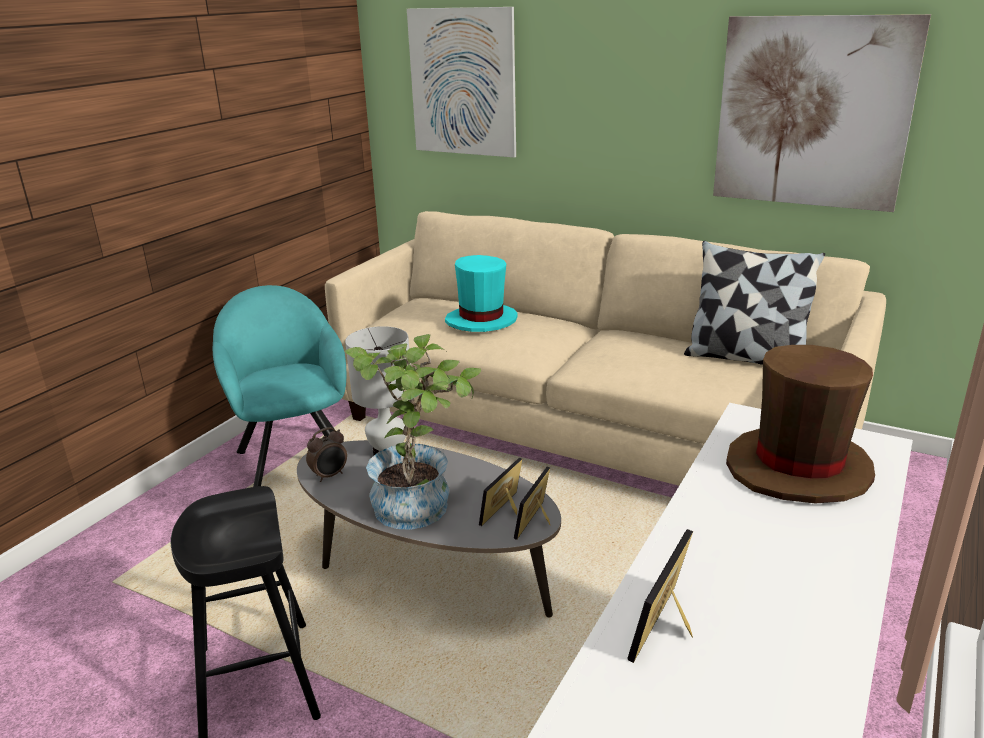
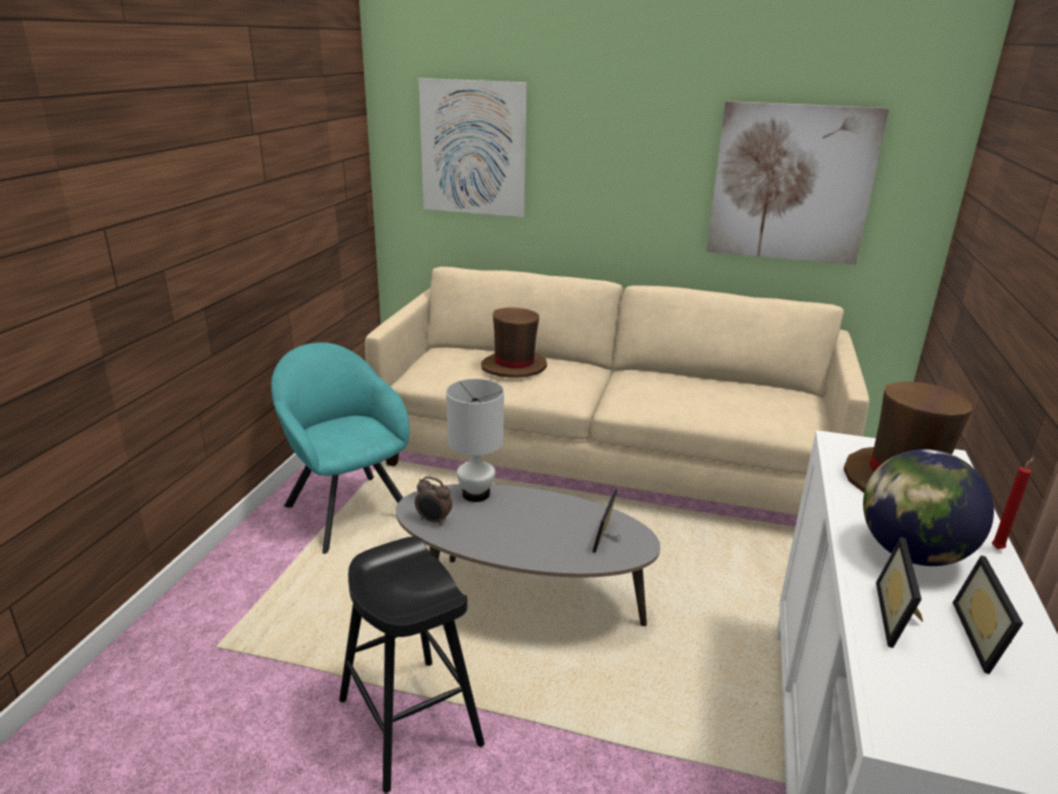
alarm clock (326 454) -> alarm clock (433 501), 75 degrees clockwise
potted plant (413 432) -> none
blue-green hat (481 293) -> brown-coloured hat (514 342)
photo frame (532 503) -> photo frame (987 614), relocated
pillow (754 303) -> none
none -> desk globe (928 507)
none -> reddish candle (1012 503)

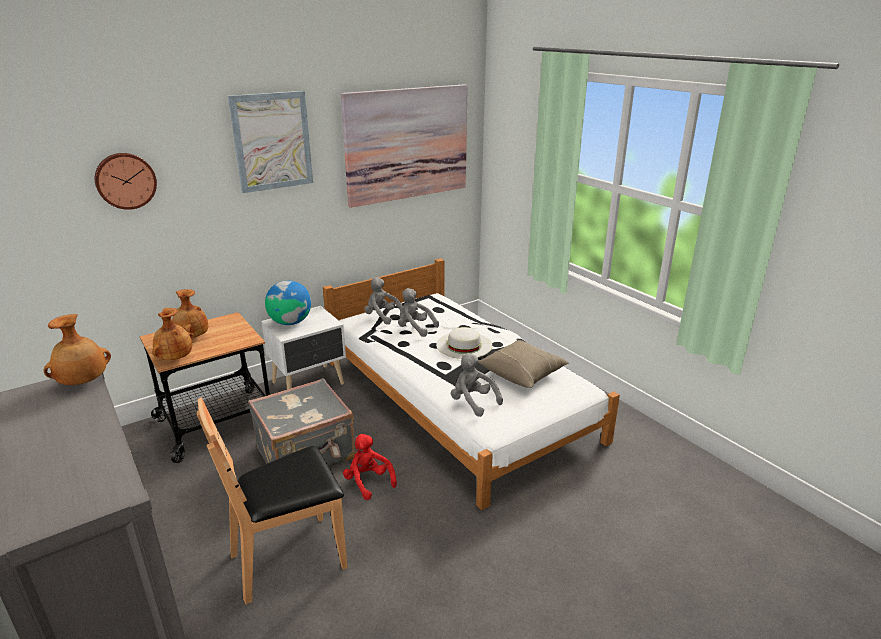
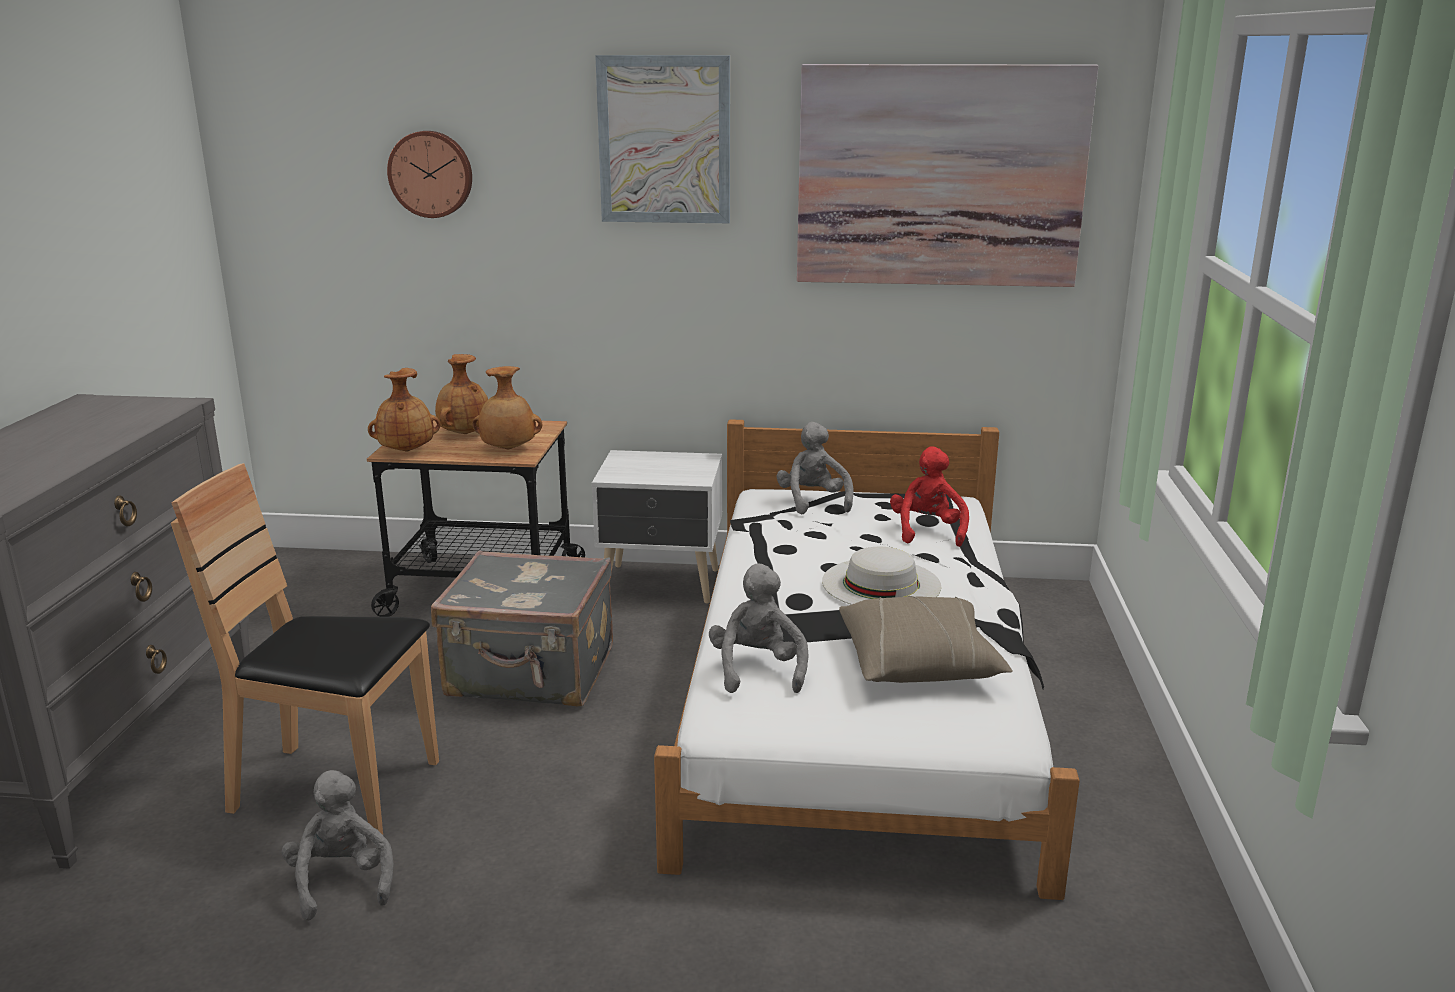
brown-coloured flower vase (77 349) -> brown-coloured flower vase (507 408), relocated
desk globe (288 303) -> none
reddish soft toy (370 467) -> reddish soft toy (929 496), relocated
greyish soft toy (418 312) -> greyish soft toy (338 845), relocated

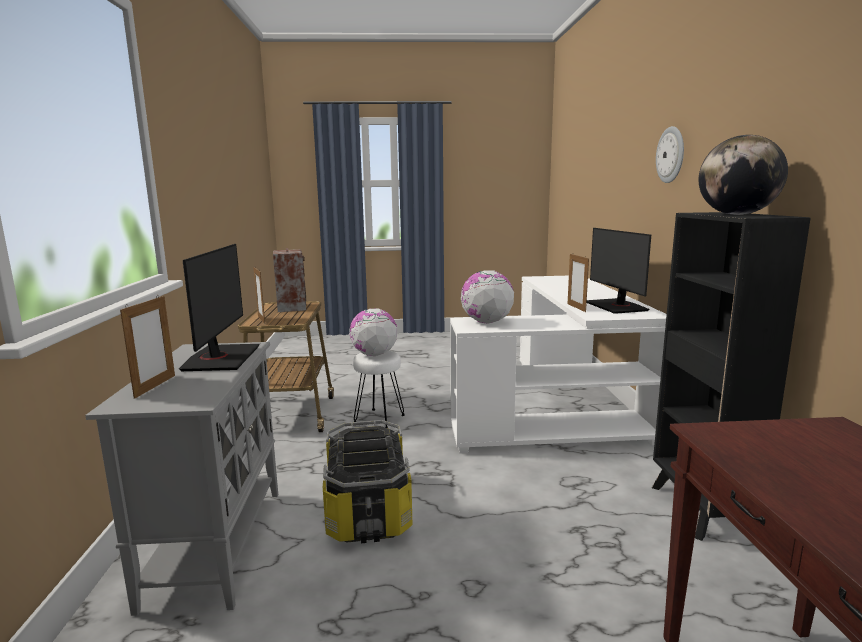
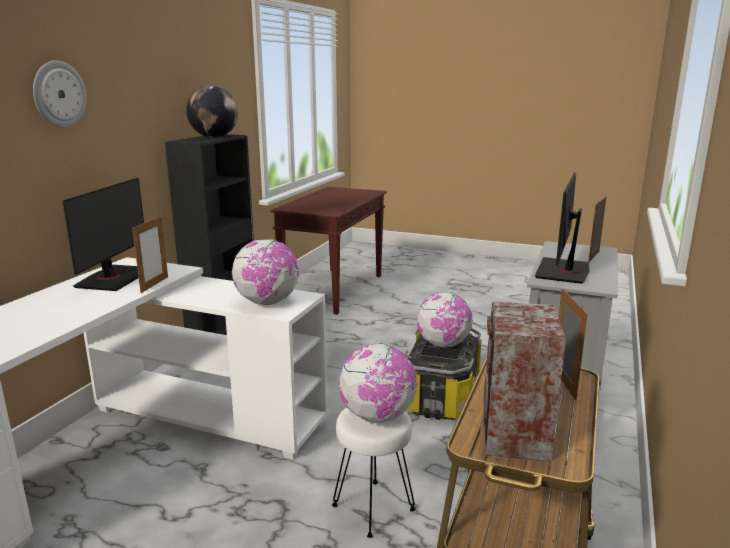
none -> desk globe (445 320)

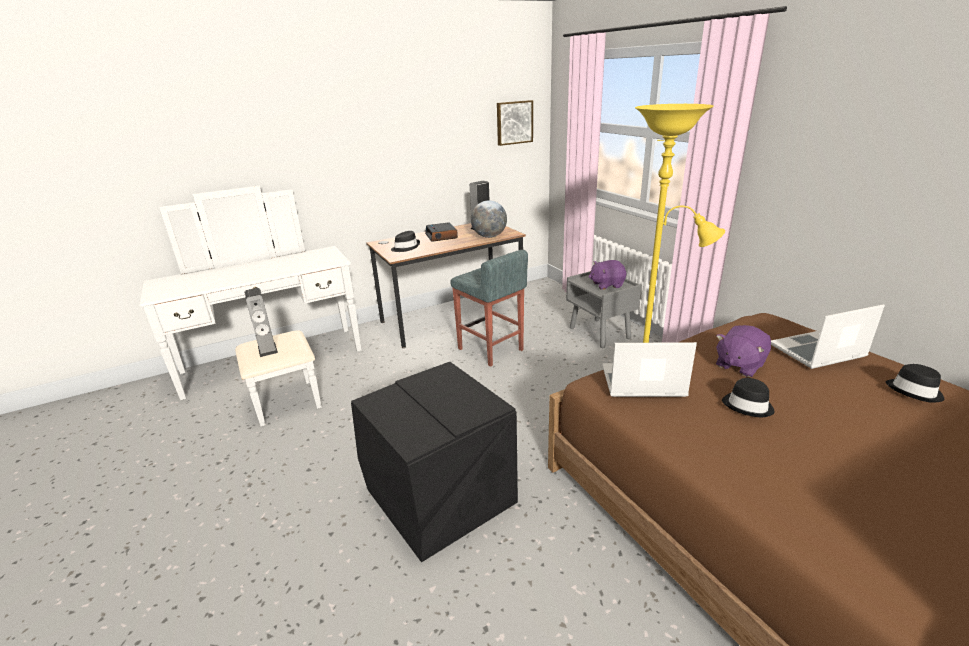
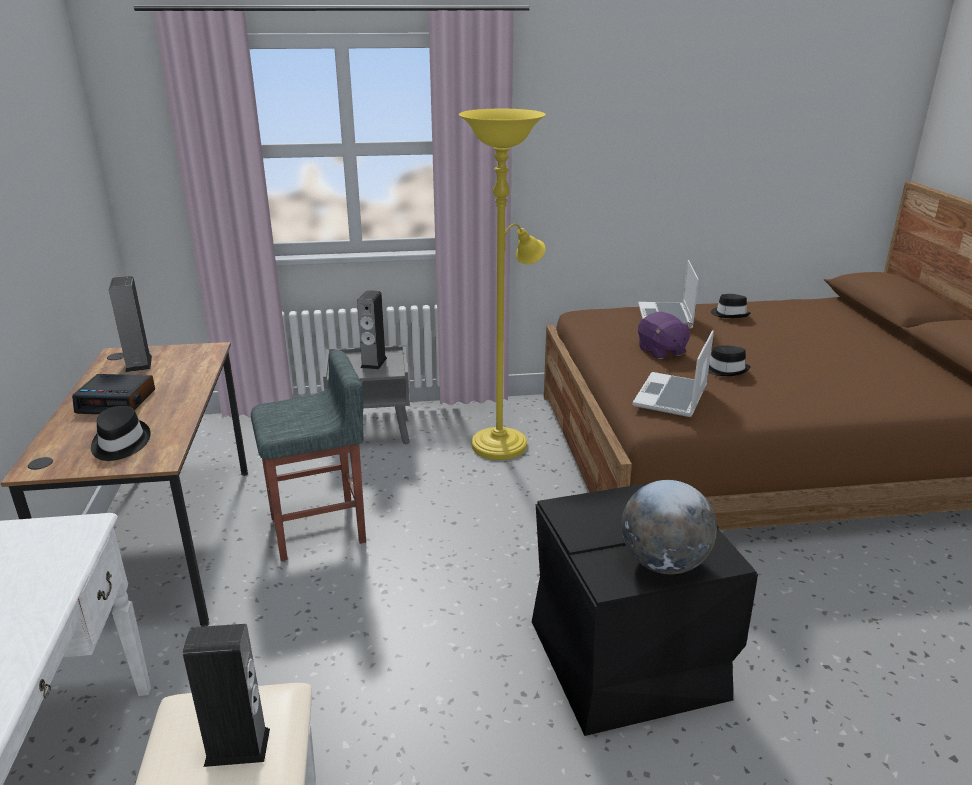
desk globe (489 219) -> desk globe (669 527), relocated
picture (515 123) -> none
purplish soft toy (607 275) -> audio speaker (372 330)

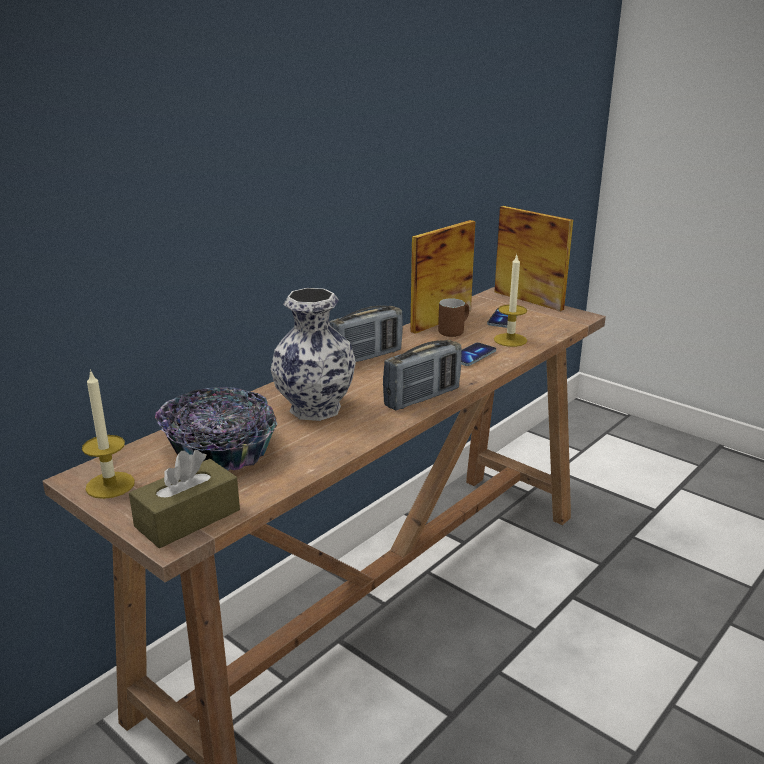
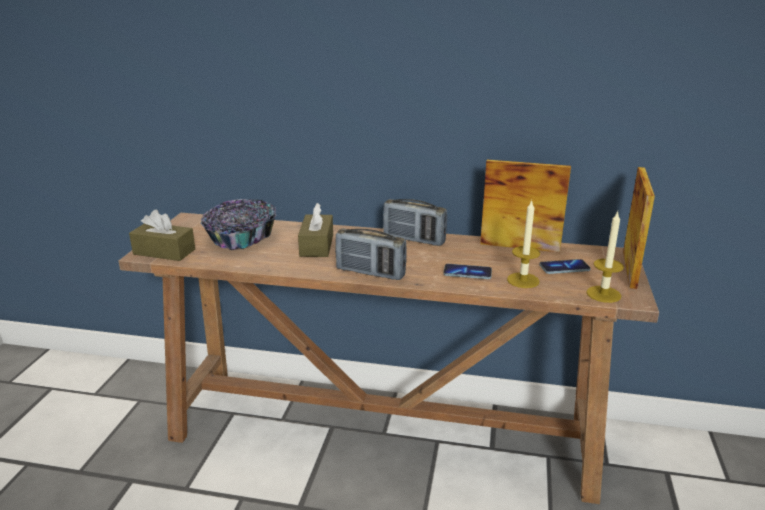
candle (108 434) -> candle (605 257), relocated
flower vase (313 354) -> brown-coloured tissue box (315 230)
brown-coloured mug (453 317) -> none

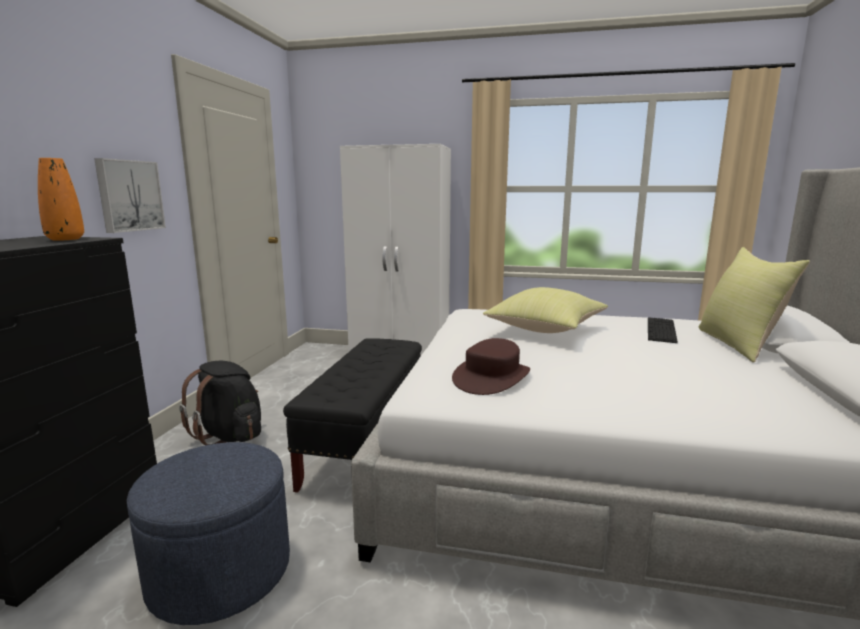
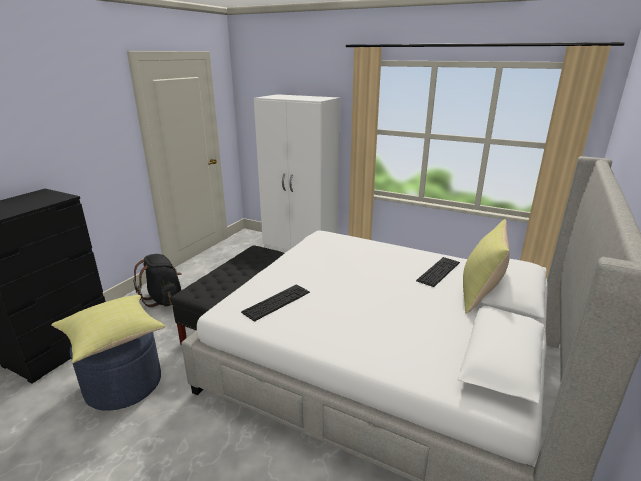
orangey flower vase (61 199) -> none
picture (130 195) -> none
brown-coloured hat (491 366) -> keyboard (275 303)
yellow-coloured pillow (545 310) -> yellow-coloured pillow (108 329), relocated

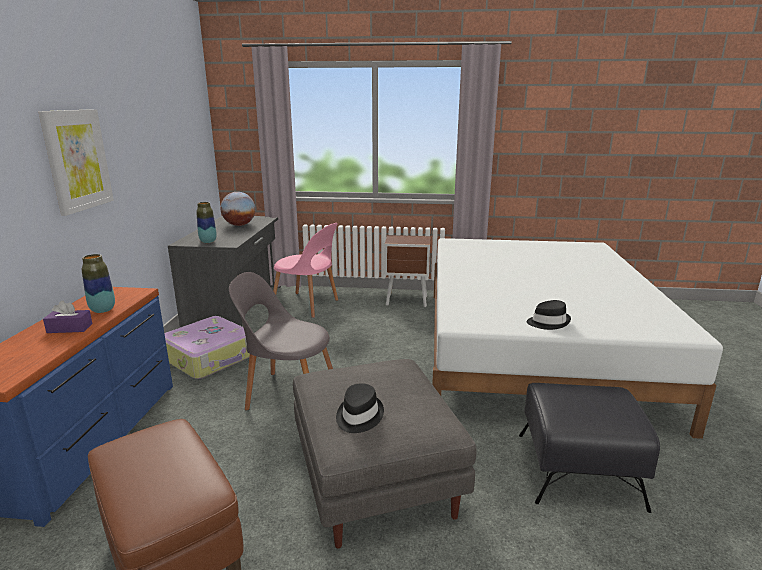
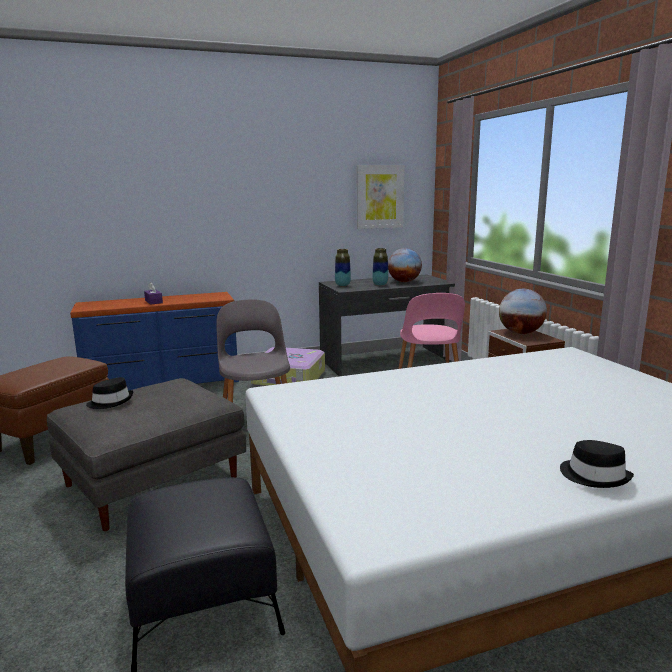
picture (76 162) -> picture (381 197), relocated
flower vase (98 283) -> flower vase (380 267), relocated
black-coloured hat (549 315) -> black-coloured hat (597 464), relocated
none -> desk globe (523 311)

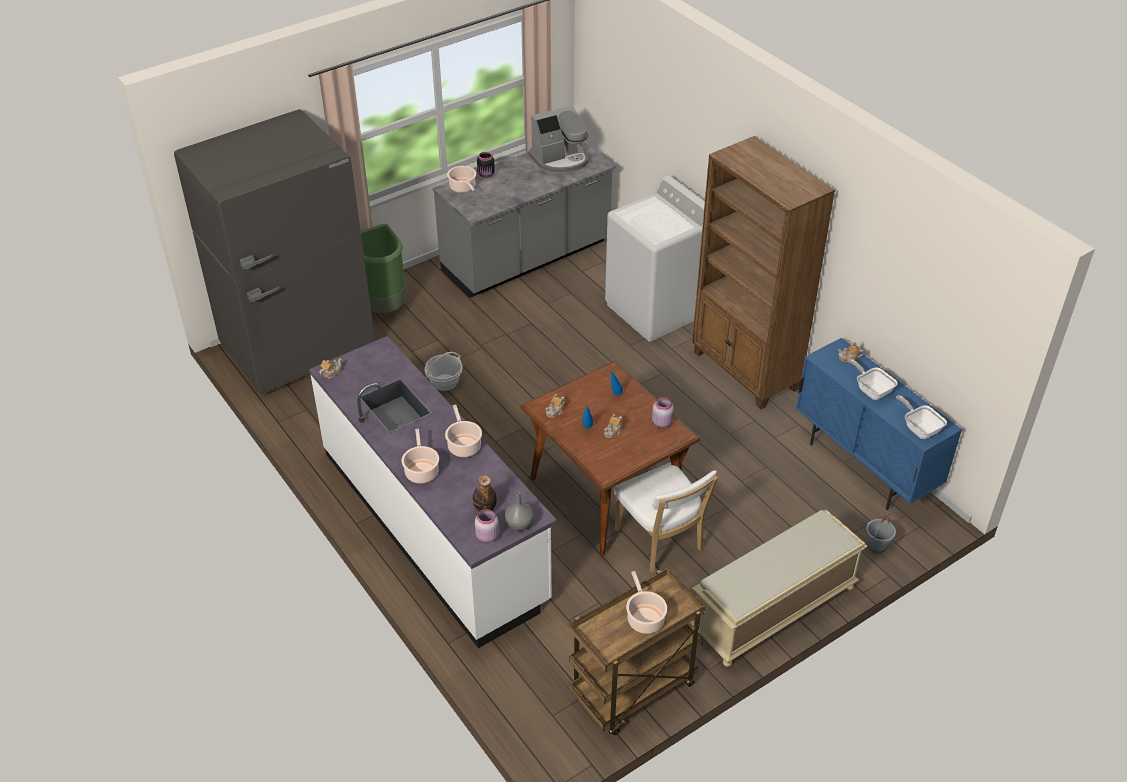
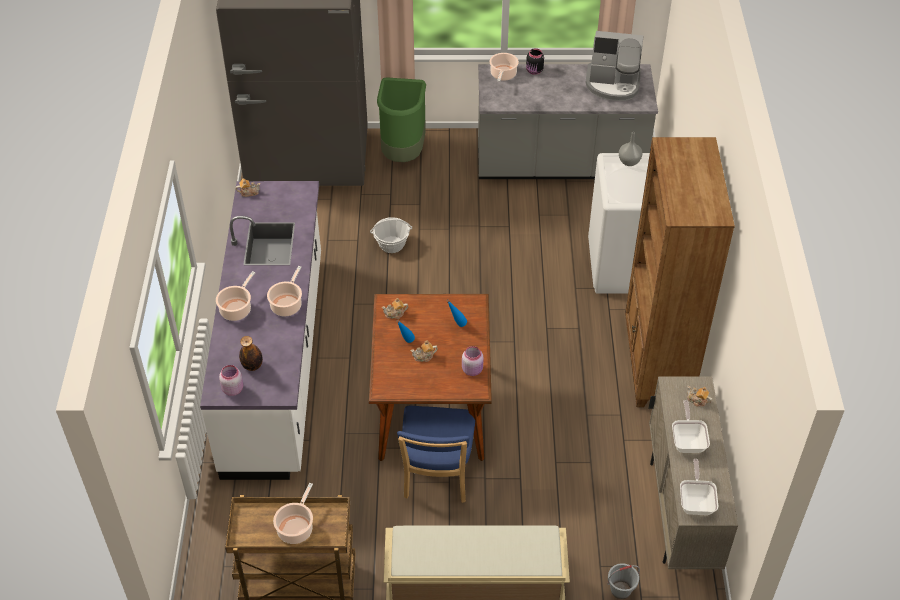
greyish flower vase (519 511) -> greyish flower vase (630 149), relocated
white-coloured plain chair (666 517) -> bluish plain chair (436 454)
bluish storage cabinet (879 424) -> sand-coloured storage cabinet (693 472)

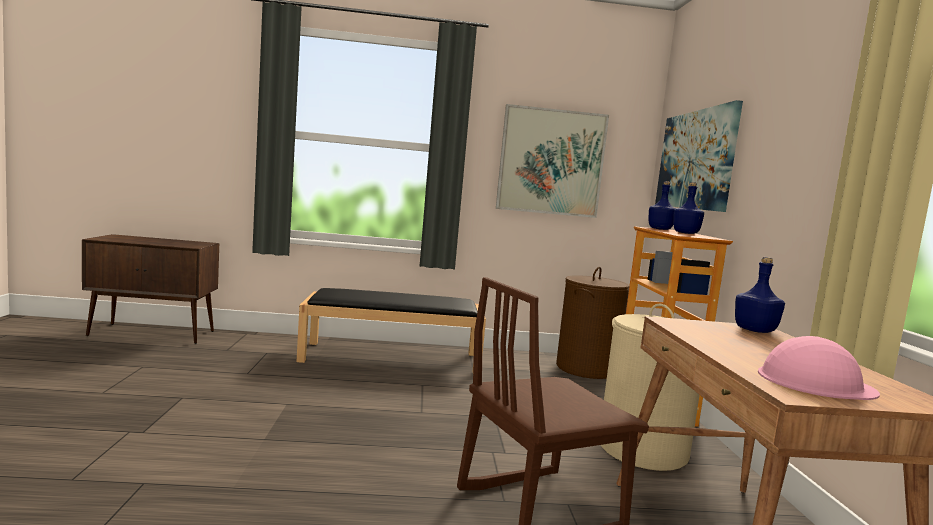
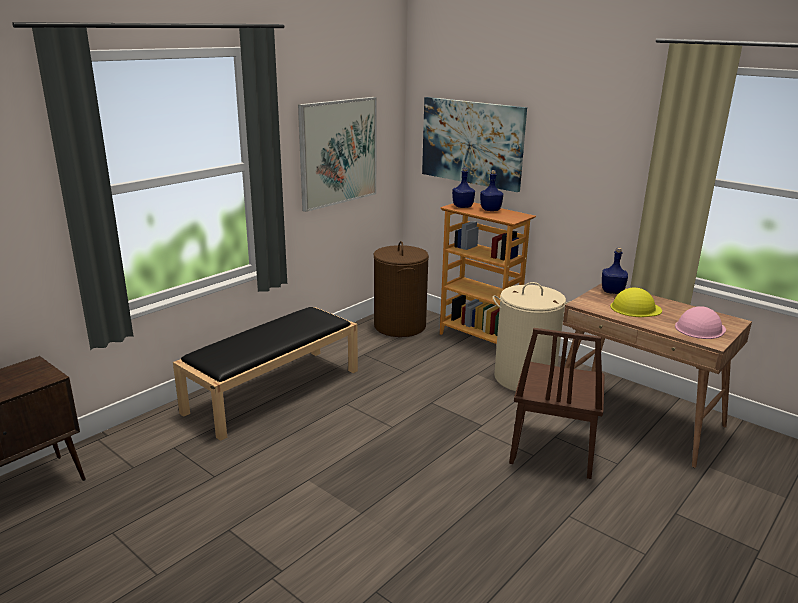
none -> yellow-coloured hard hat (636 302)

